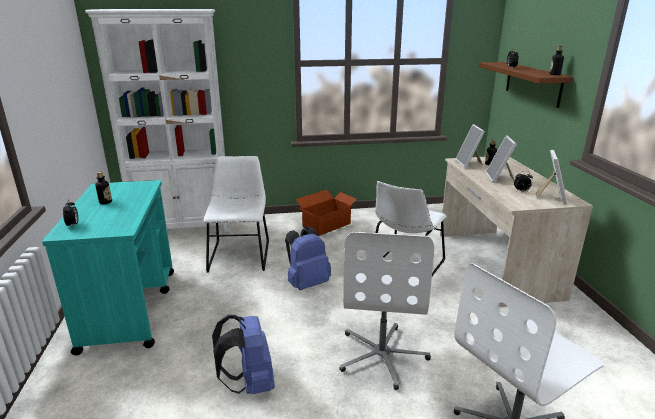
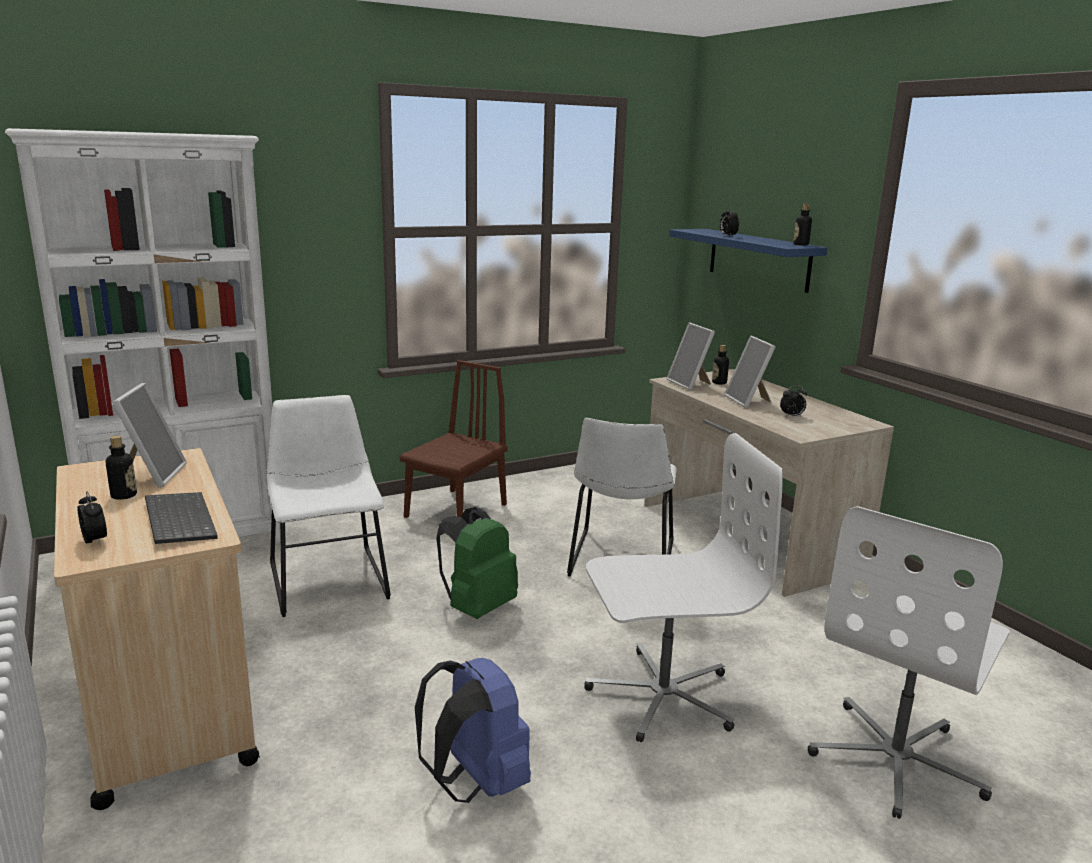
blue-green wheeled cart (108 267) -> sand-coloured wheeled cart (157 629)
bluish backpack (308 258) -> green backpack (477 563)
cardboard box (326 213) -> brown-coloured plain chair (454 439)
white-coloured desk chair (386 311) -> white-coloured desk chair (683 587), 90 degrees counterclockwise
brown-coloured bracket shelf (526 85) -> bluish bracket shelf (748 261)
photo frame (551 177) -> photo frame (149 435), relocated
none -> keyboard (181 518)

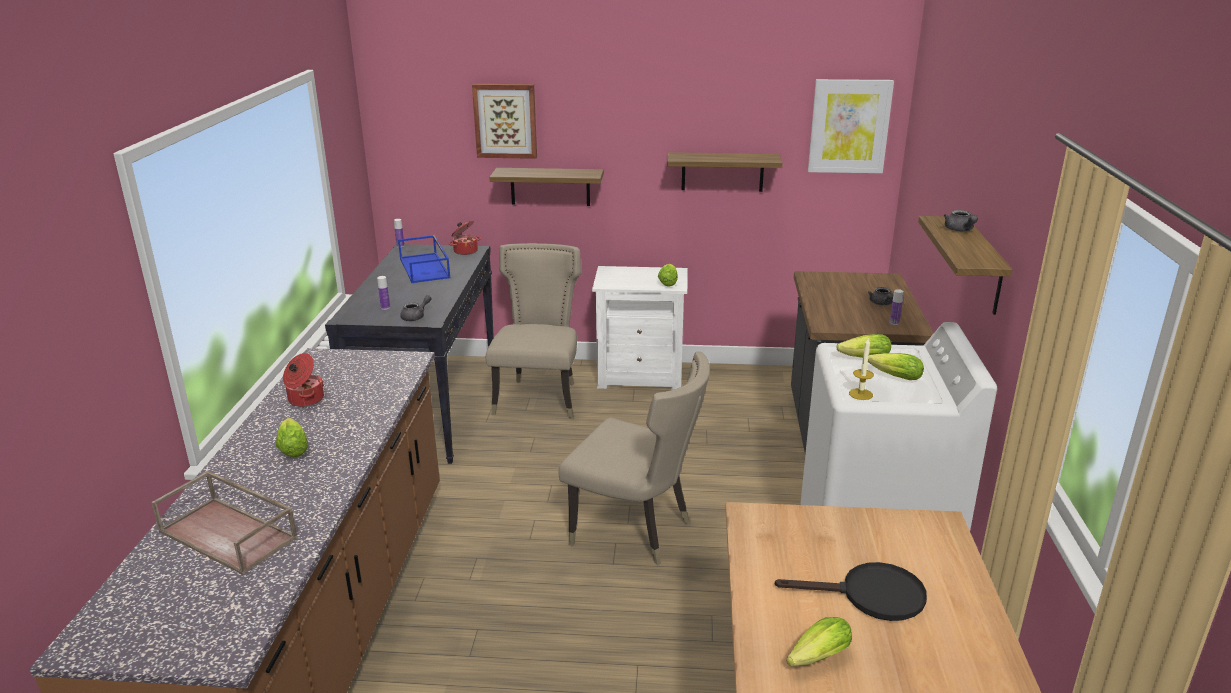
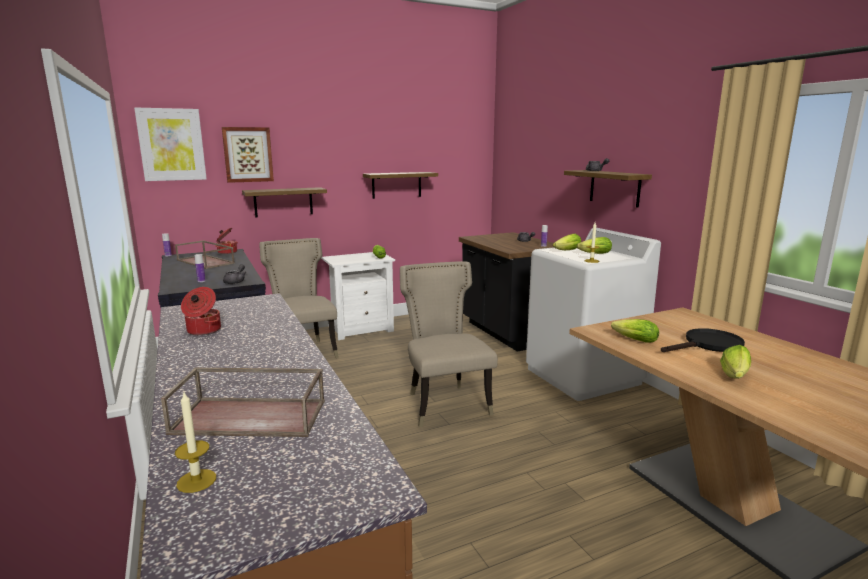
head of lettuce (292 437) -> head of lettuce (635 331), relocated
bluish carrying tray (424 259) -> brown-coloured carrying tray (205 254)
sand-coloured plain chair (634 458) -> sand-coloured plain chair (449 344), 105 degrees counterclockwise
picture (851 126) -> picture (170 144), relocated
none -> candle (195 442)

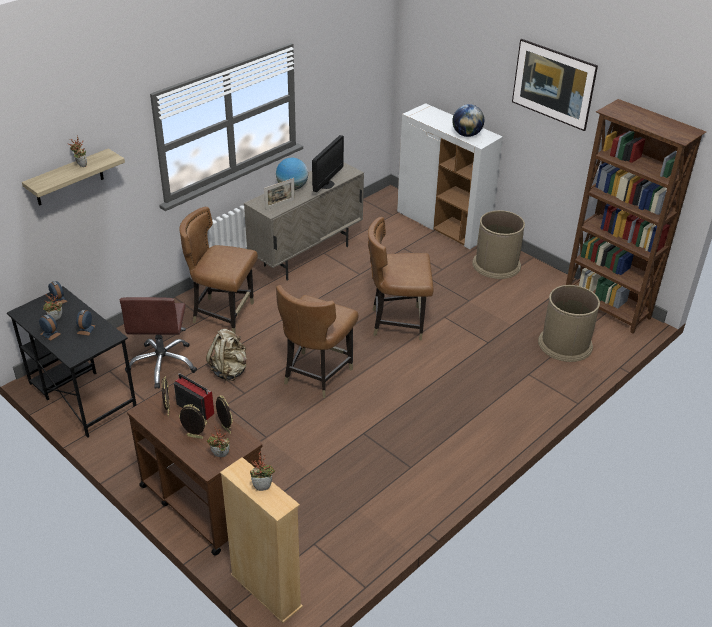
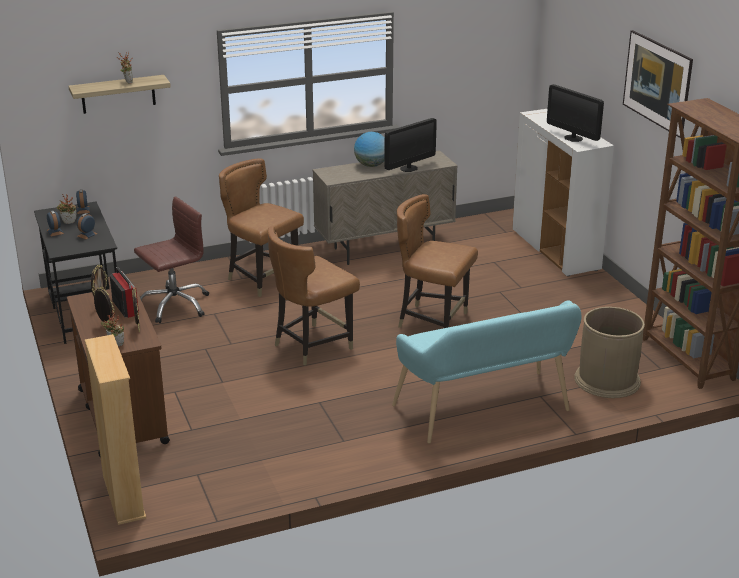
brown-coloured desk chair (158 342) -> brown-coloured desk chair (171 259), 150 degrees counterclockwise
sand-coloured backpack (226 355) -> none
potted plant (262 471) -> none
photo frame (279 194) -> none
desk globe (468 120) -> computer display (575 113)
brown-coloured waste bin (498 244) -> none
none -> blue-green indoor bench (486 372)

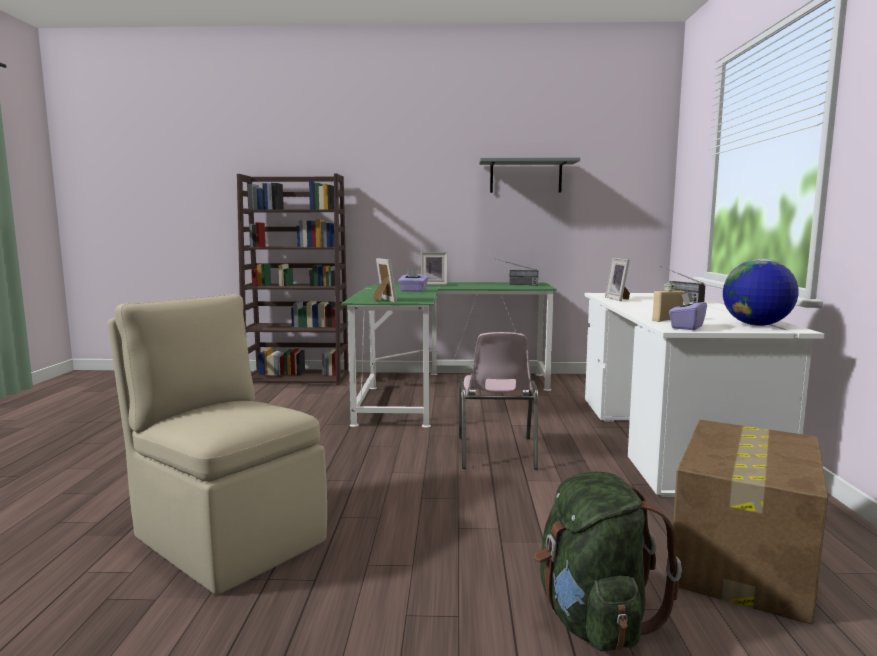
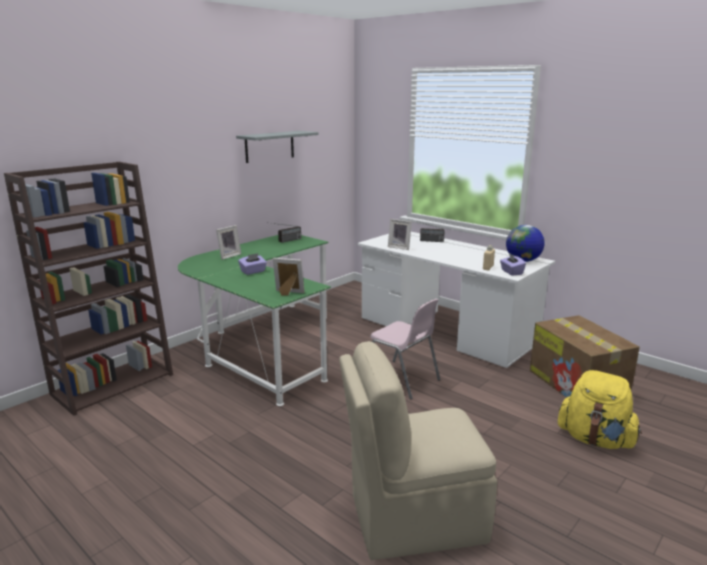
green backpack (608 561) -> yellow-coloured backpack (600 409)

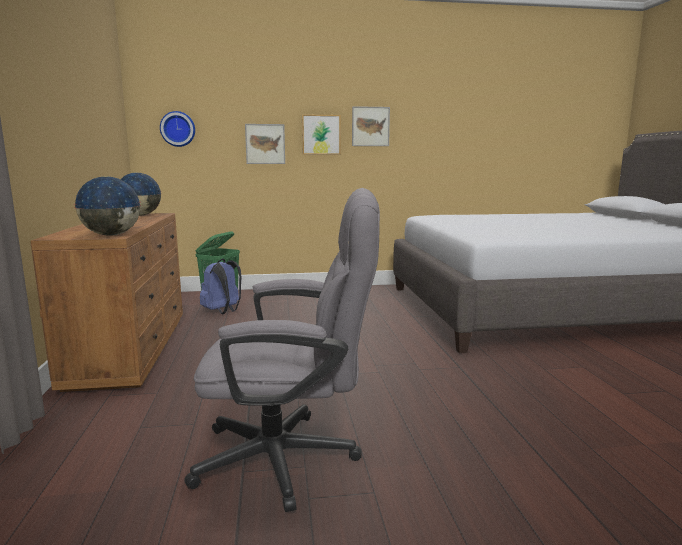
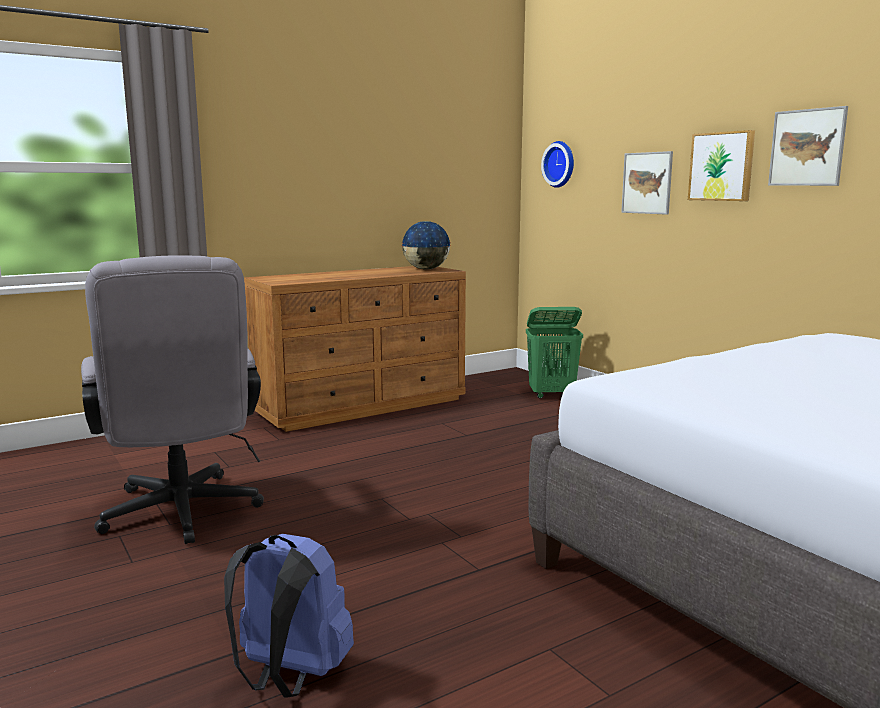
desk globe (107 206) -> none
bluish backpack (220 286) -> bluish backpack (289 616), relocated

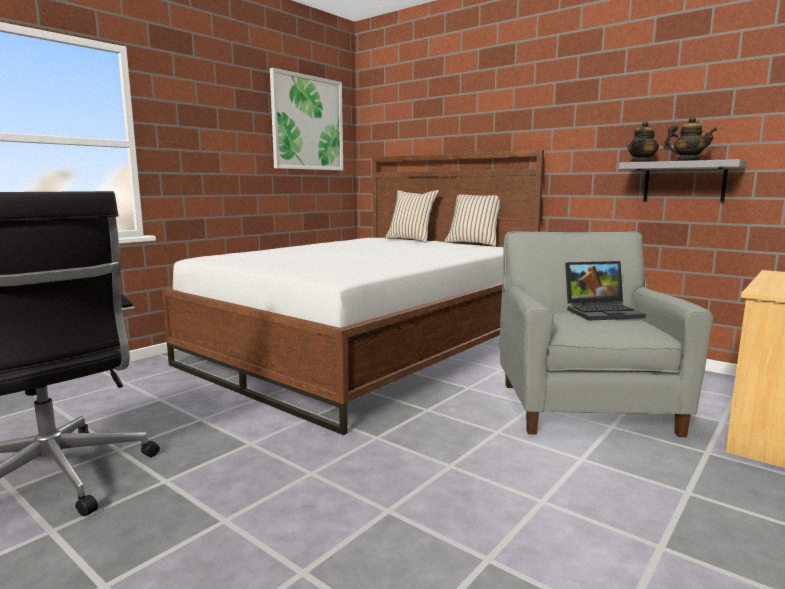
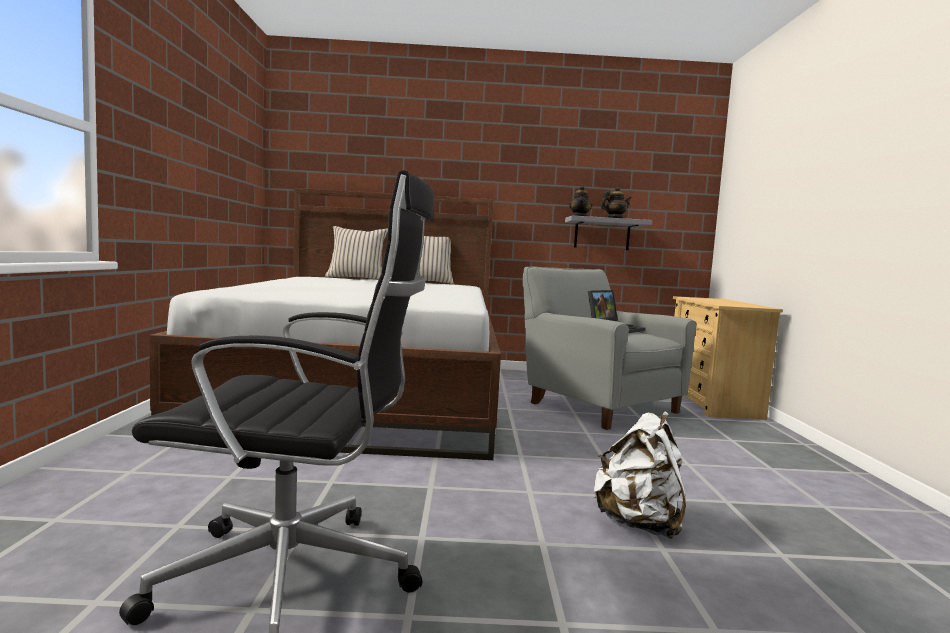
picture (306 119) -> none
none -> white-coloured backpack (639 475)

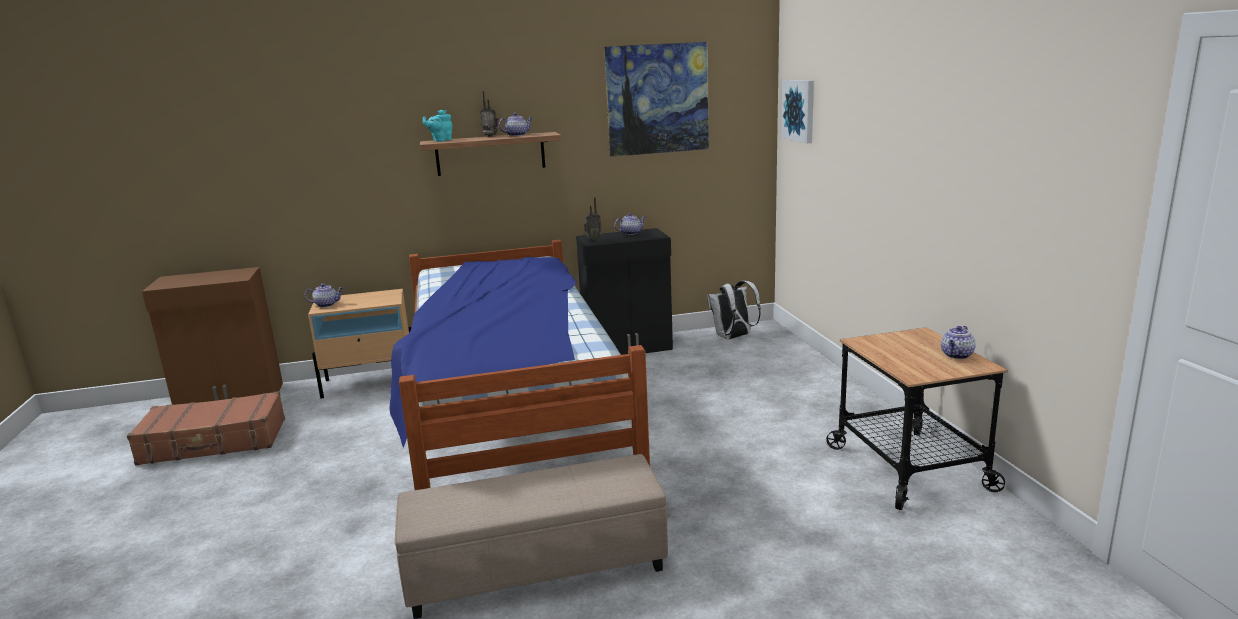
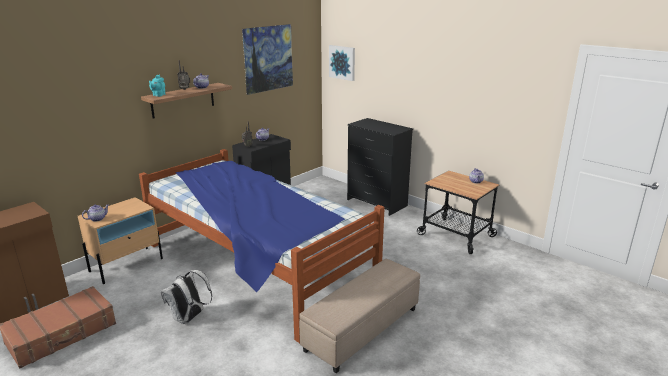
white-coloured backpack (734 310) -> white-coloured backpack (186 297), relocated
none -> black-coloured dresser (380 167)

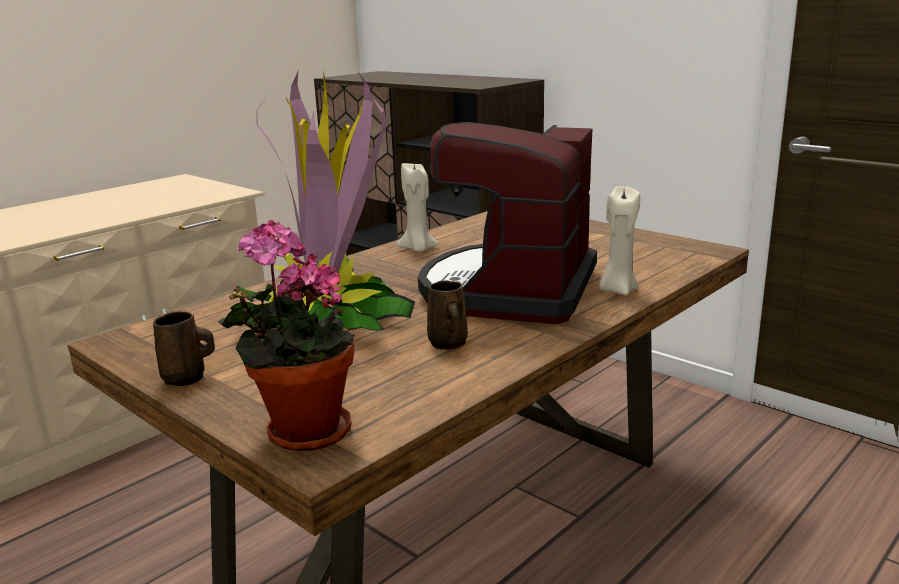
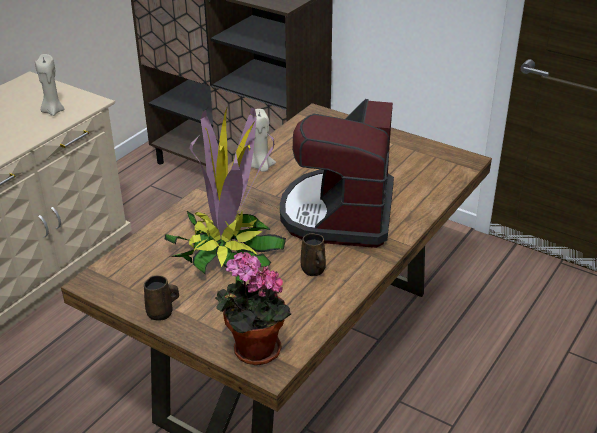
sand-coloured candle (619 240) -> sand-coloured candle (49 85), relocated

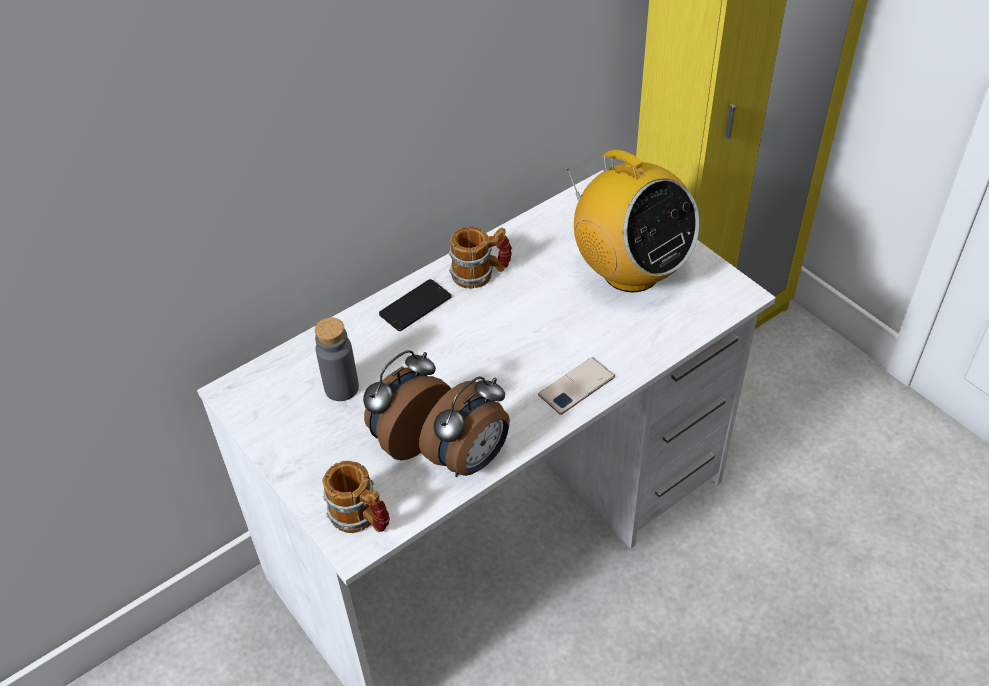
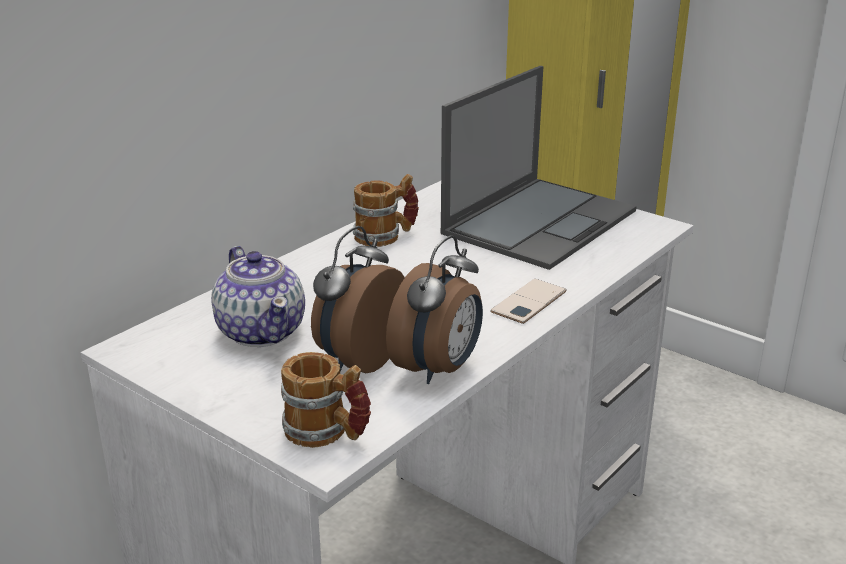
greyish bottle (337 359) -> pot for tea (258 296)
telephone (415 305) -> none
radio set (633 221) -> notebook computer (539 168)

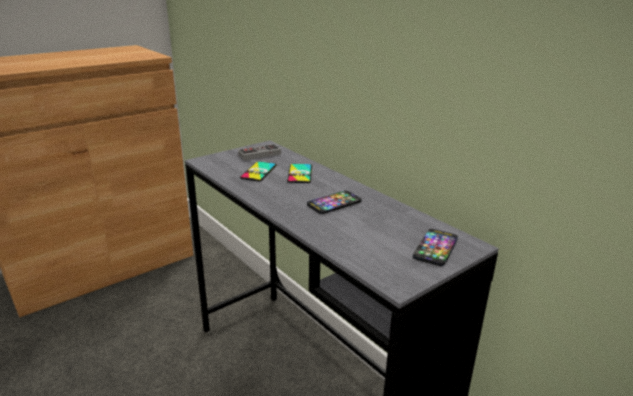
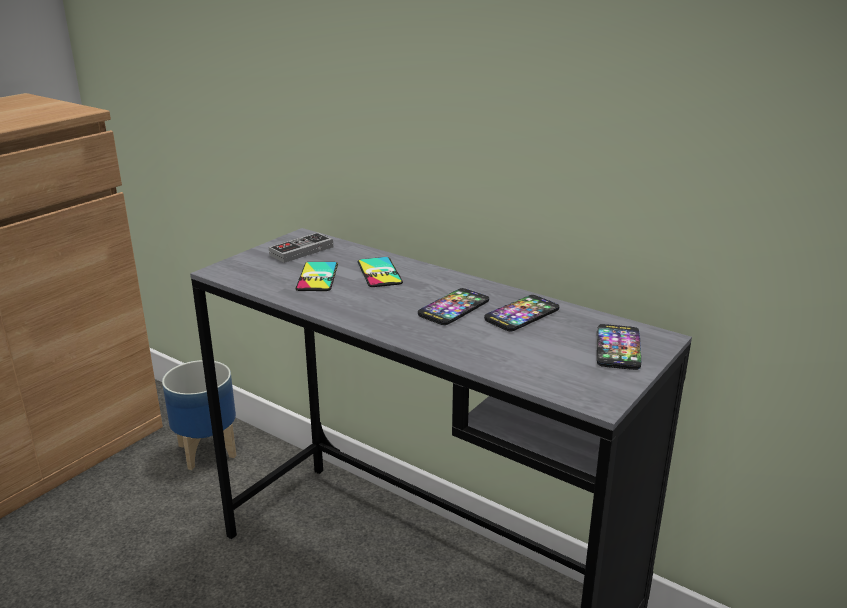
none -> plant pot (199 415)
none -> telephone (522 313)

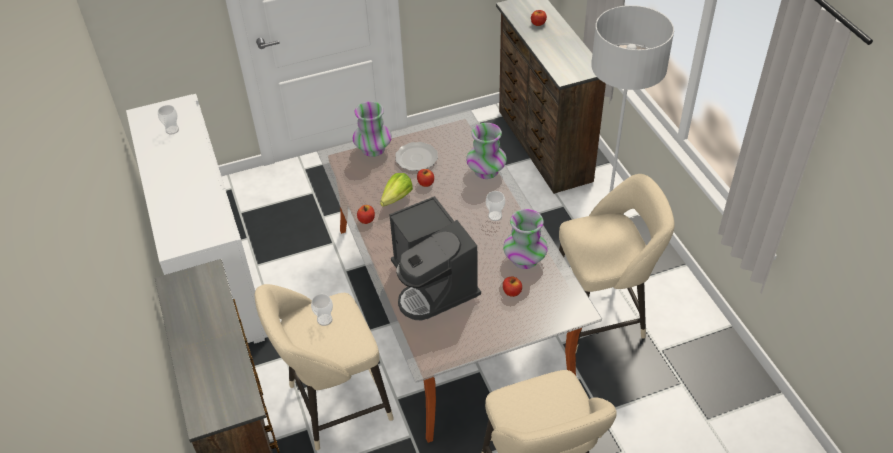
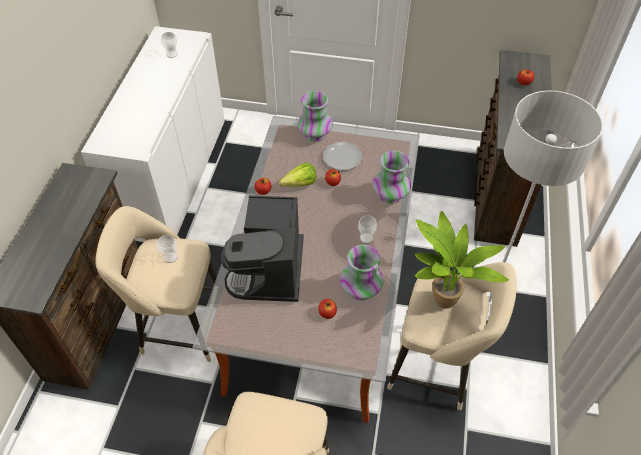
none -> potted plant (462 260)

